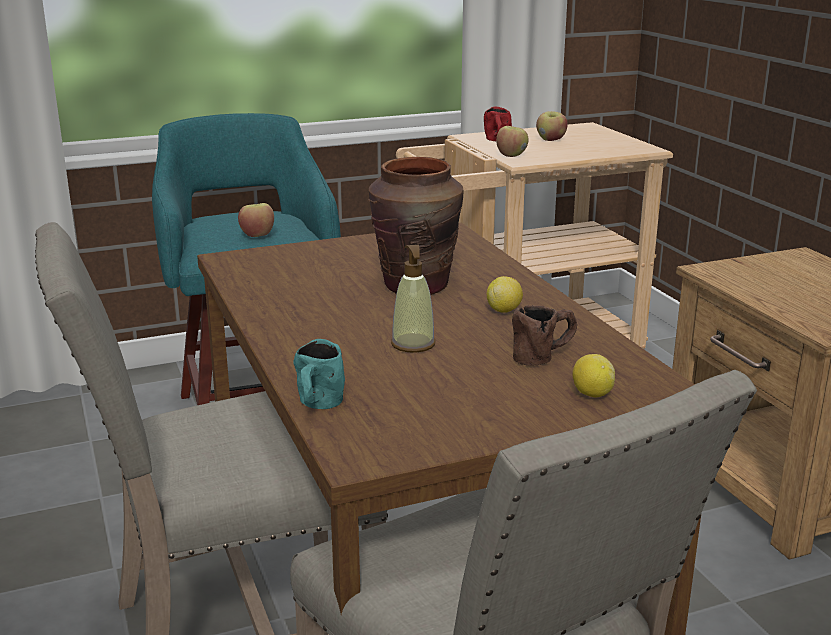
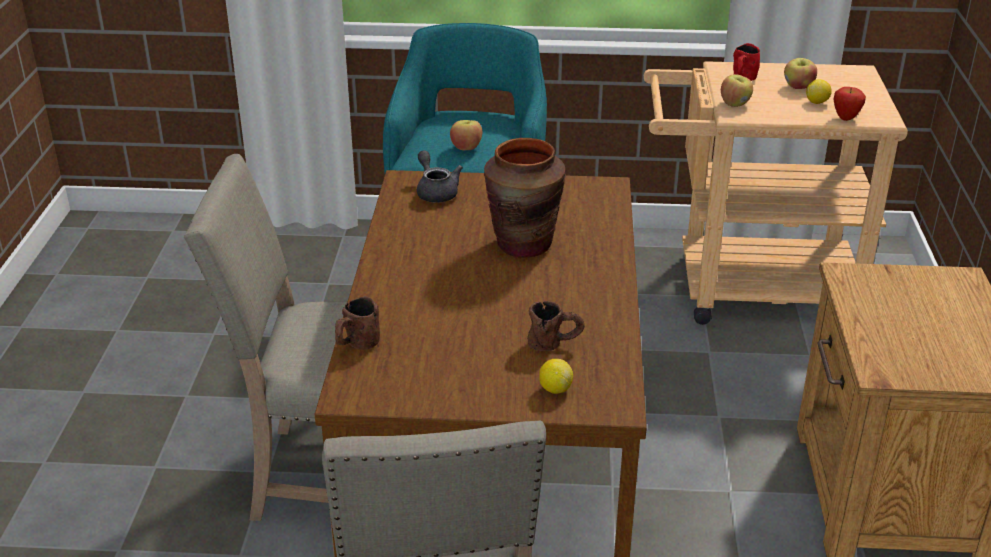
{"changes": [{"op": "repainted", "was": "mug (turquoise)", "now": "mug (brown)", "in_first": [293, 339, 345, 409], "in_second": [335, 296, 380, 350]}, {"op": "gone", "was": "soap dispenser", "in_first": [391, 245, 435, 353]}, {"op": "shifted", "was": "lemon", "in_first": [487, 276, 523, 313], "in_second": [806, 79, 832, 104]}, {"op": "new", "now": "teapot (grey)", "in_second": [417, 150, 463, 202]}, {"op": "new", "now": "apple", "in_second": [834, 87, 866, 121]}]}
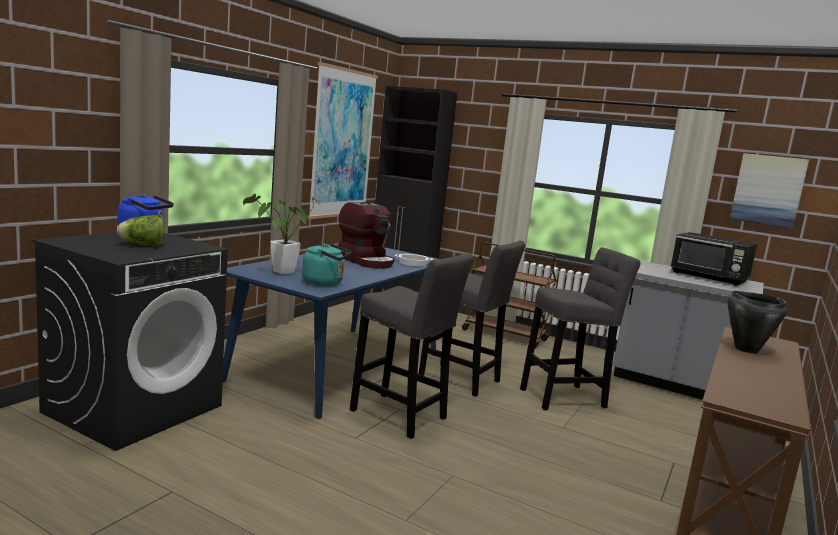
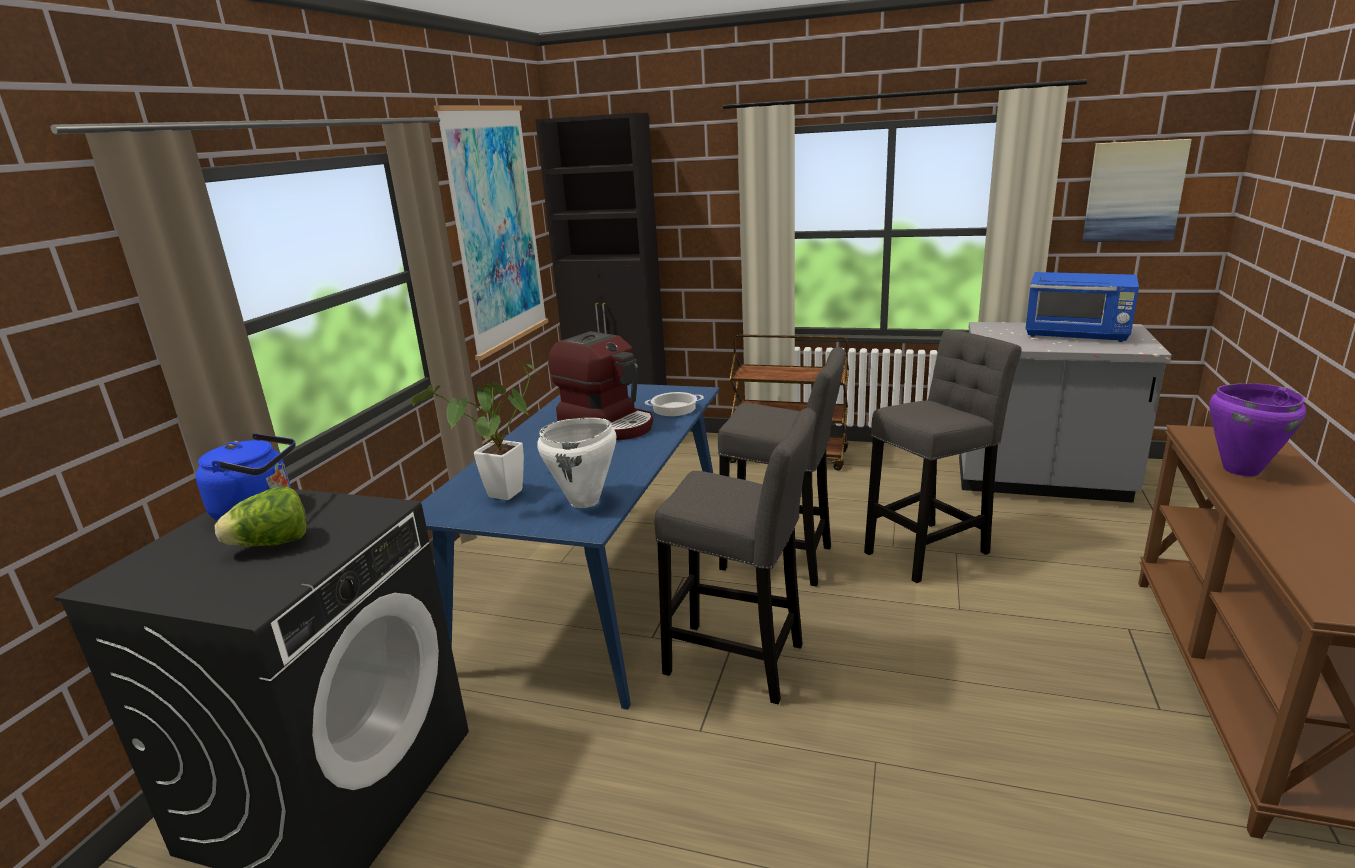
{"changes": [{"op": "swapped", "was": "kettle (turquoise)", "now": "cooking pot (white)", "in_first": [302, 244, 351, 286], "in_second": [537, 418, 616, 508]}, {"op": "repainted", "was": "microwave (black)", "now": "microwave (blue)", "in_first": [671, 232, 757, 286], "in_second": [1025, 272, 1139, 342]}, {"op": "repainted", "was": "cooking pot (black)", "now": "cooking pot (purple)", "in_first": [727, 291, 787, 354], "in_second": [1209, 383, 1306, 477]}]}
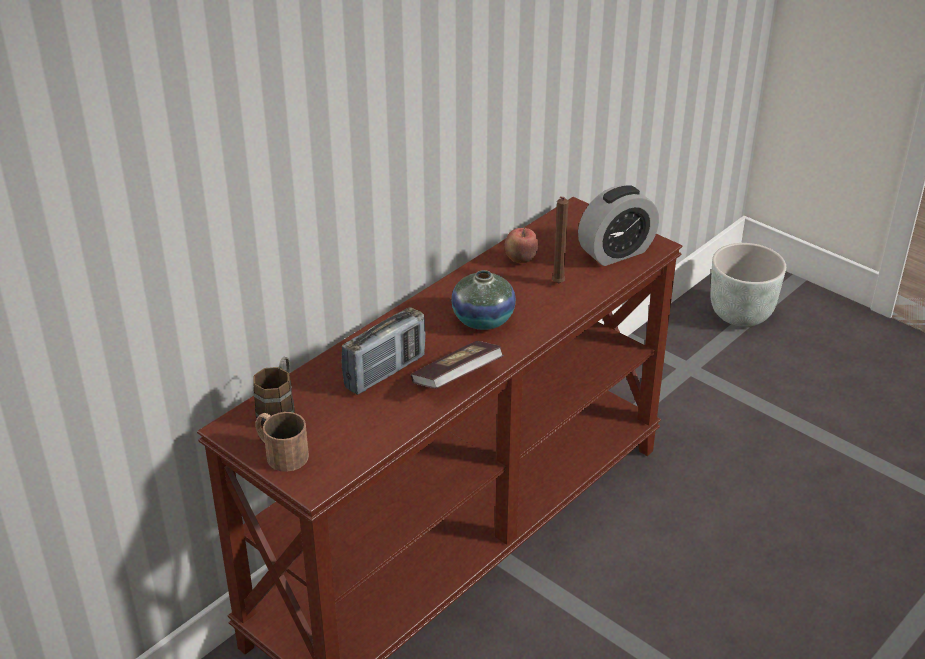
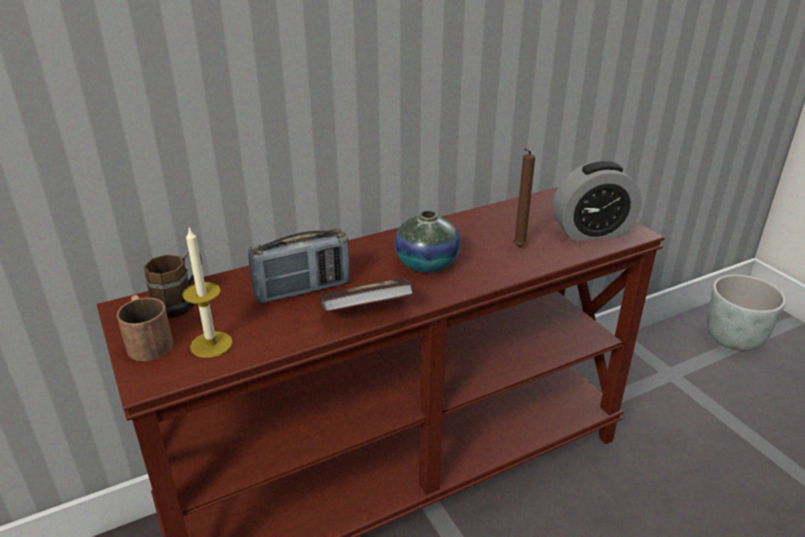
{"changes": [{"op": "gone", "was": "apple", "in_first": [505, 227, 538, 263]}, {"op": "new", "now": "candle", "in_second": [182, 226, 233, 358]}]}
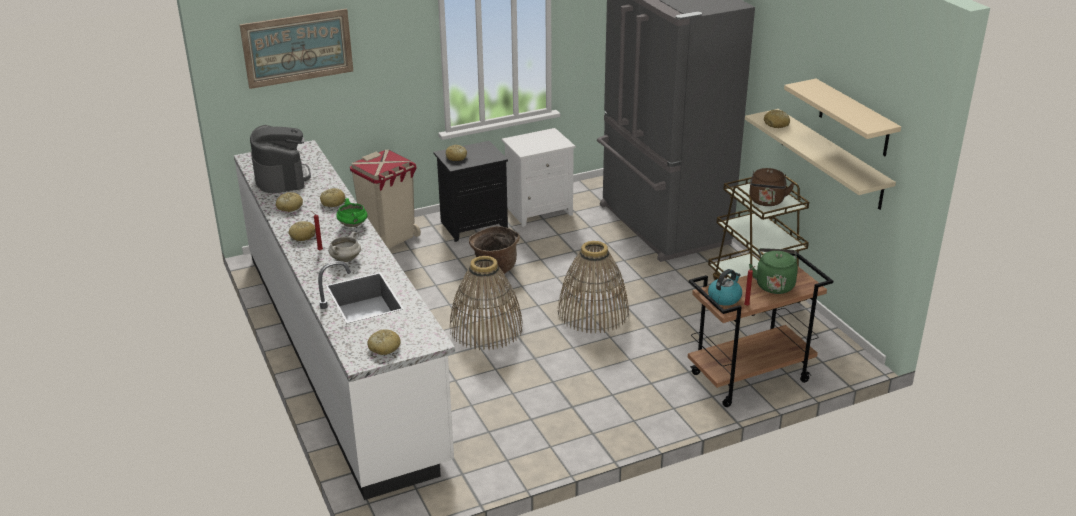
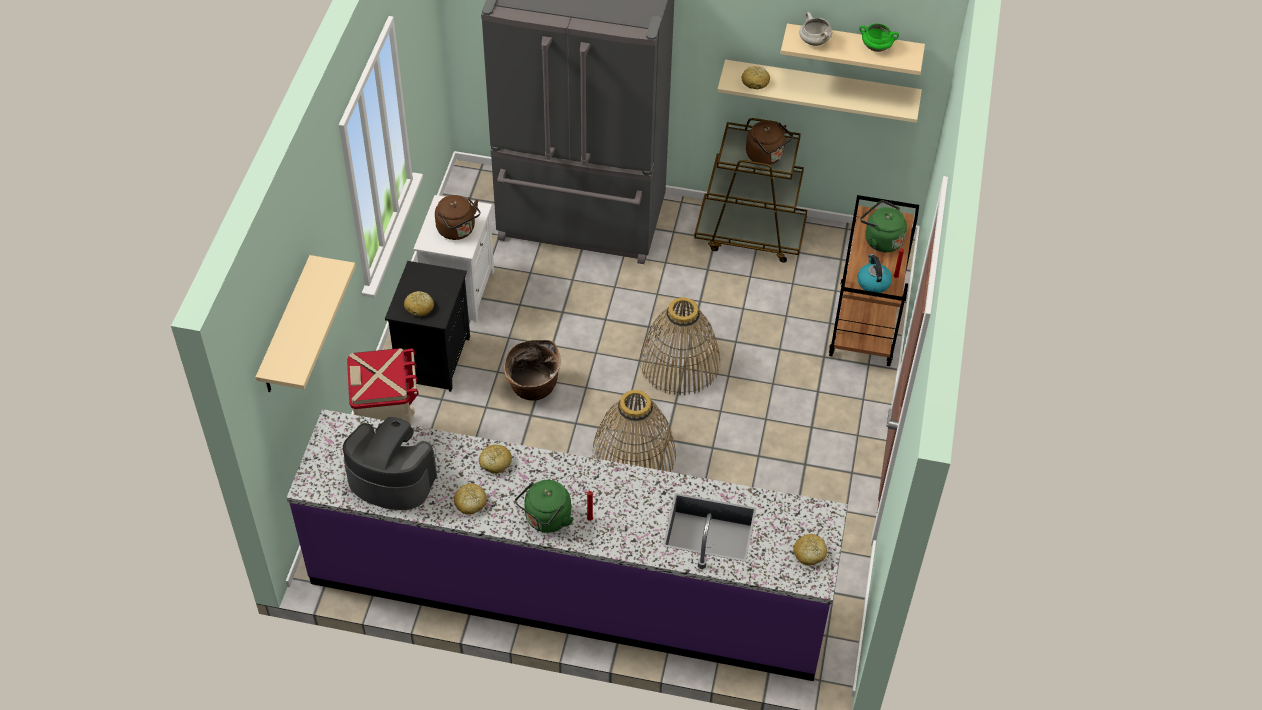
{"changes": [{"op": "repainted", "was": "counter (white)", "now": "counter (purple)", "in_first": [234, 140, 455, 500], "in_second": [286, 409, 848, 681]}, {"op": "swapped", "was": "picture", "now": "shelf (beige)", "in_first": [240, 9, 353, 89], "in_second": [256, 255, 356, 392]}, {"op": "swapped", "was": "bread", "now": "kettle (green)", "in_first": [289, 221, 316, 241], "in_second": [515, 480, 574, 533]}, {"op": "shifted", "was": "cooking pot (white)", "in_first": [328, 232, 361, 262], "in_second": [799, 12, 832, 46]}, {"op": "shifted", "was": "cooking pot (green)", "in_first": [336, 198, 368, 227], "in_second": [859, 23, 899, 52]}, {"op": "new", "now": "kettle (brown)", "in_second": [435, 195, 480, 240]}]}
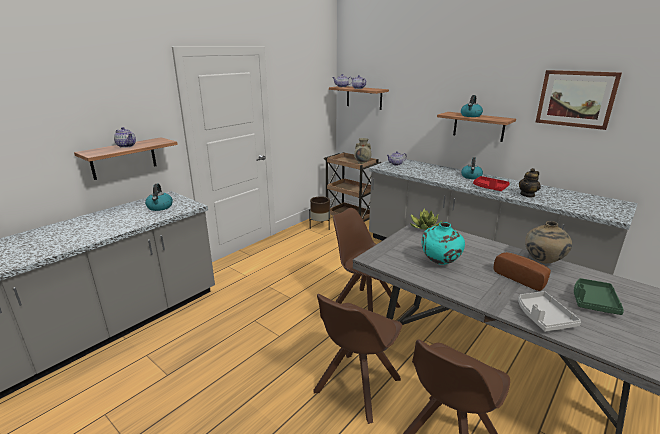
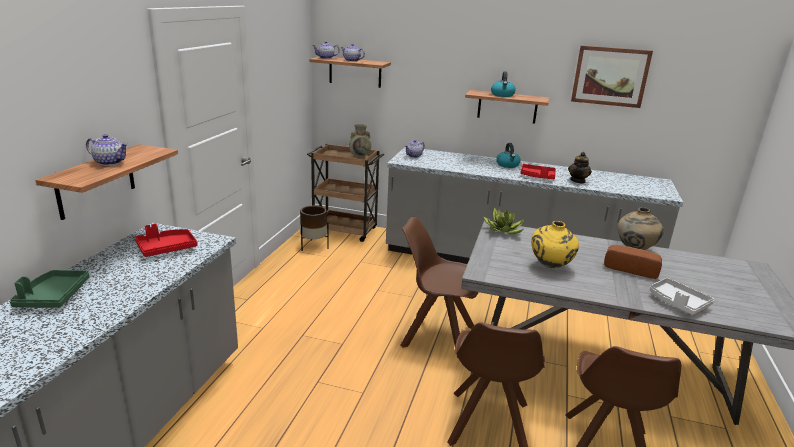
{"changes": [{"op": "swapped", "was": "kettle", "now": "tray (red)", "in_first": [145, 184, 173, 211], "in_second": [135, 224, 198, 257]}, {"op": "repainted", "was": "vase (turquoise)", "now": "vase (yellow)", "in_first": [421, 222, 465, 265], "in_second": [531, 221, 579, 268]}, {"op": "shifted", "was": "tray (green)", "in_first": [574, 278, 624, 315], "in_second": [10, 270, 89, 308]}]}
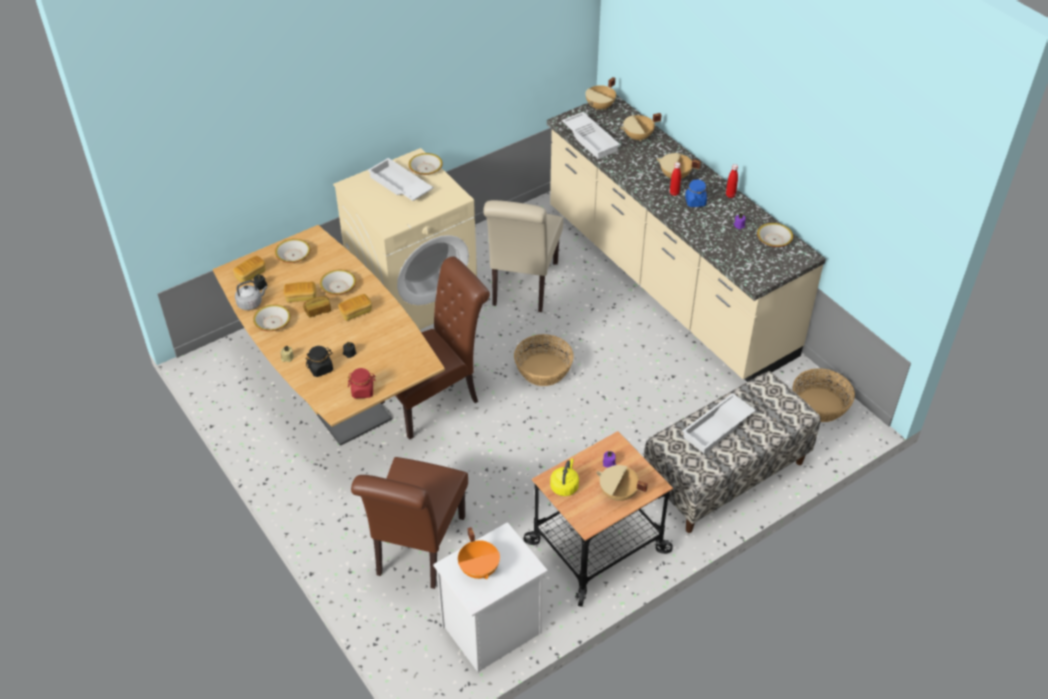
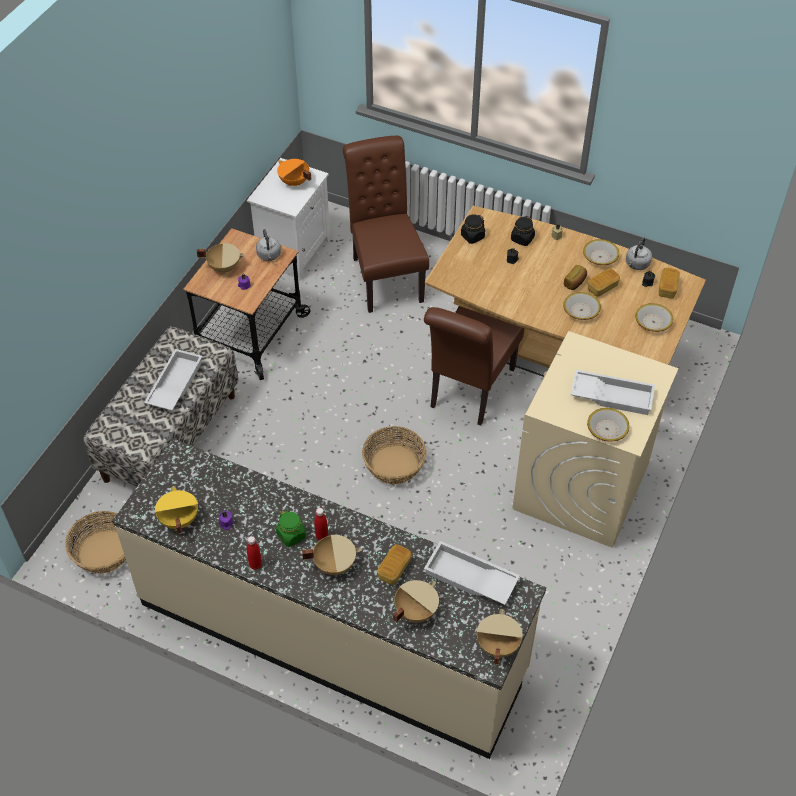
{"changes": [{"op": "shifted", "was": "bread", "in_first": [338, 294, 372, 321], "in_second": [377, 544, 411, 585]}, {"op": "repainted", "was": "jar (red)", "now": "jar (black)", "in_first": [348, 368, 376, 398], "in_second": [461, 215, 485, 244]}, {"op": "gone", "was": "chair (beige)", "in_first": [483, 200, 563, 312]}, {"op": "repainted", "was": "kettle (yellow)", "now": "kettle (grey)", "in_first": [550, 459, 579, 496], "in_second": [256, 229, 281, 261]}, {"op": "repainted", "was": "jar (blue)", "now": "jar (green)", "in_first": [685, 179, 707, 207], "in_second": [276, 510, 306, 547]}, {"op": "swapped", "was": "bowl", "now": "cooking pot (yellow)", "in_first": [757, 223, 793, 247], "in_second": [155, 486, 198, 534]}]}
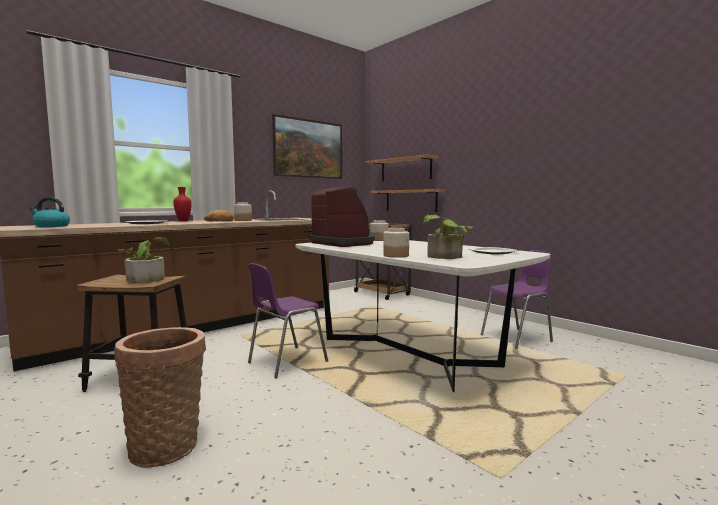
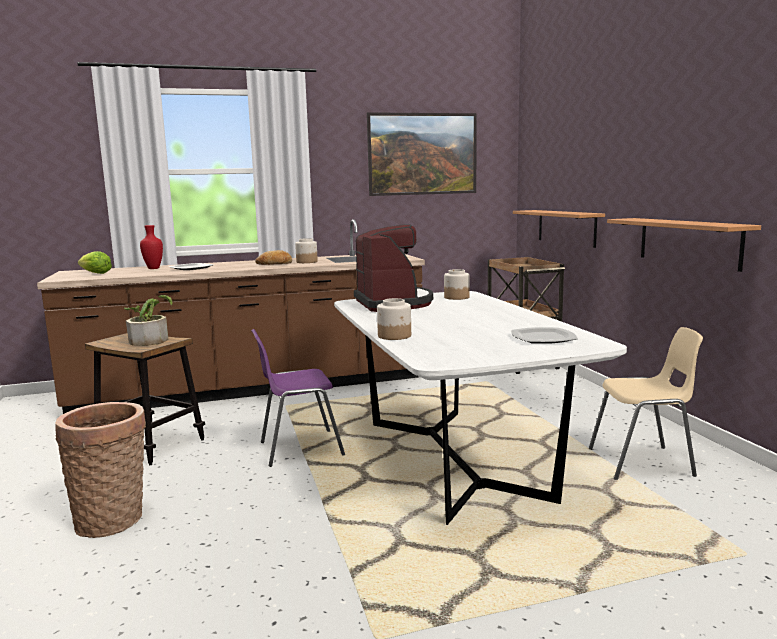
{"changes": [{"op": "swapped", "was": "kettle", "now": "lettuce", "in_first": [30, 197, 70, 227], "in_second": [78, 251, 112, 274]}, {"op": "shifted", "was": "vase (red)", "in_first": [173, 187, 192, 221], "in_second": [140, 225, 163, 269]}, {"op": "shifted", "was": "shelf", "in_first": [366, 154, 439, 182], "in_second": [607, 218, 761, 272]}, {"op": "gone", "was": "potted plant", "in_first": [423, 215, 473, 259]}, {"op": "repainted", "was": "chair (purple)", "now": "chair (beige)", "in_first": [481, 250, 553, 349], "in_second": [589, 327, 703, 480]}]}
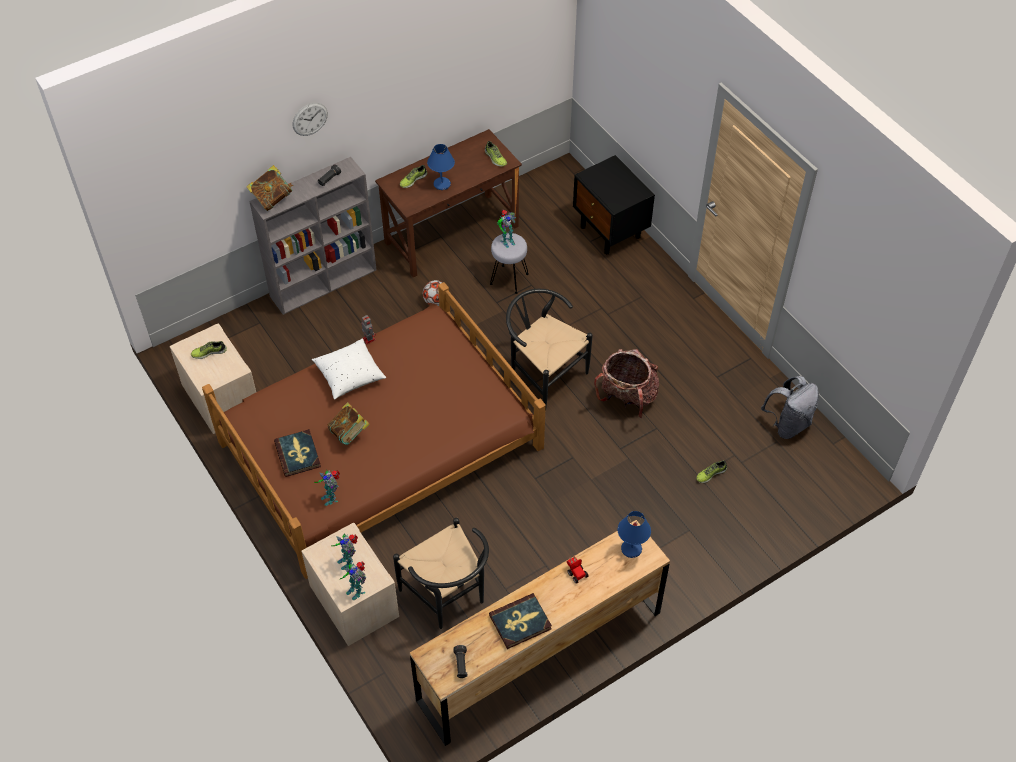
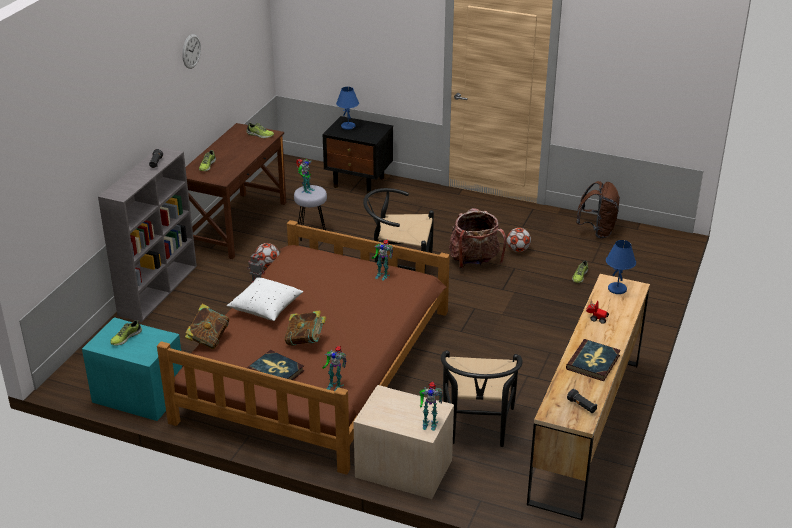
{"changes": [{"op": "repainted", "was": "nightstand (beige)", "now": "nightstand (turquoise)", "in_first": [170, 323, 256, 434], "in_second": [82, 318, 182, 421]}, {"op": "shifted", "was": "book", "in_first": [246, 165, 294, 211], "in_second": [185, 304, 229, 349]}, {"op": "shifted", "was": "wall clock", "in_first": [293, 103, 328, 136], "in_second": [182, 34, 201, 69]}, {"op": "shifted", "was": "toy robot", "in_first": [331, 534, 358, 570], "in_second": [372, 240, 393, 280]}, {"op": "rotated", "was": "chair (black)", "in_first": [393, 518, 489, 629], "in_second": [441, 350, 523, 447], "clockwise": 75}, {"op": "shifted", "was": "table lamp (blue)", "in_first": [427, 144, 455, 190], "in_second": [336, 87, 359, 130]}, {"op": "repainted", "was": "backpack (grey)", "now": "backpack (brown)", "in_first": [761, 376, 819, 439], "in_second": [576, 181, 620, 239]}, {"op": "new", "now": "football", "in_second": [507, 228, 531, 252]}]}
